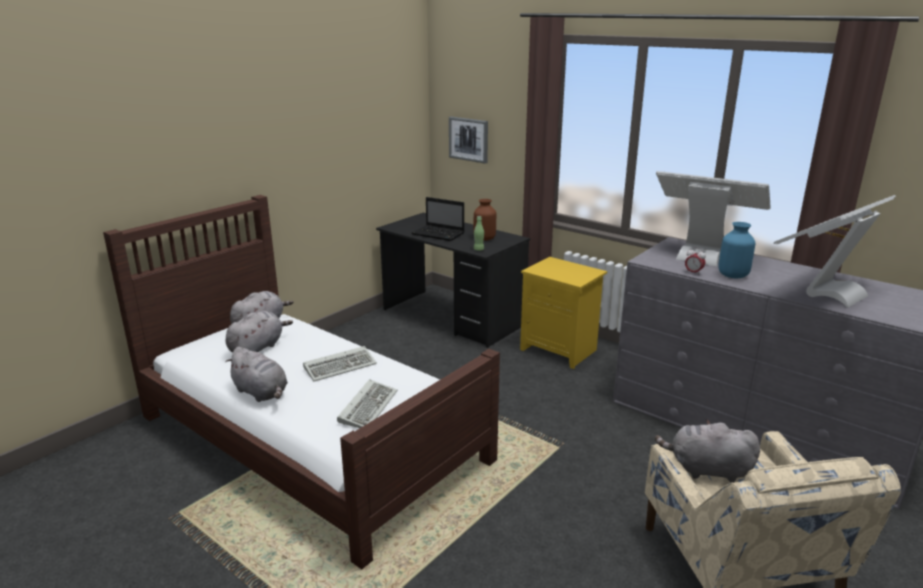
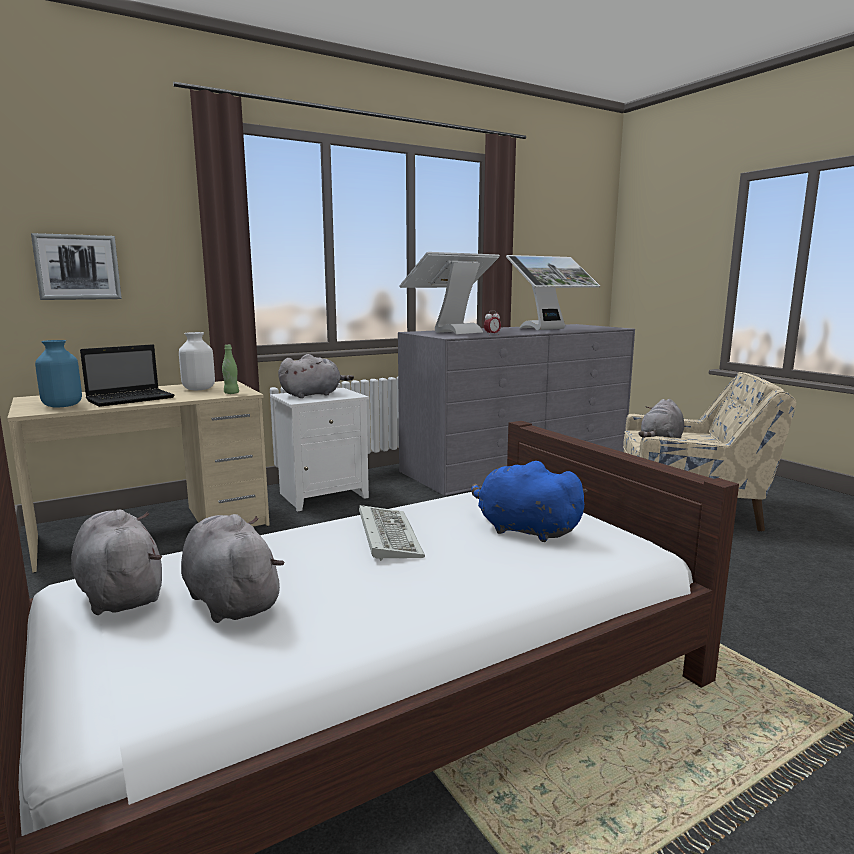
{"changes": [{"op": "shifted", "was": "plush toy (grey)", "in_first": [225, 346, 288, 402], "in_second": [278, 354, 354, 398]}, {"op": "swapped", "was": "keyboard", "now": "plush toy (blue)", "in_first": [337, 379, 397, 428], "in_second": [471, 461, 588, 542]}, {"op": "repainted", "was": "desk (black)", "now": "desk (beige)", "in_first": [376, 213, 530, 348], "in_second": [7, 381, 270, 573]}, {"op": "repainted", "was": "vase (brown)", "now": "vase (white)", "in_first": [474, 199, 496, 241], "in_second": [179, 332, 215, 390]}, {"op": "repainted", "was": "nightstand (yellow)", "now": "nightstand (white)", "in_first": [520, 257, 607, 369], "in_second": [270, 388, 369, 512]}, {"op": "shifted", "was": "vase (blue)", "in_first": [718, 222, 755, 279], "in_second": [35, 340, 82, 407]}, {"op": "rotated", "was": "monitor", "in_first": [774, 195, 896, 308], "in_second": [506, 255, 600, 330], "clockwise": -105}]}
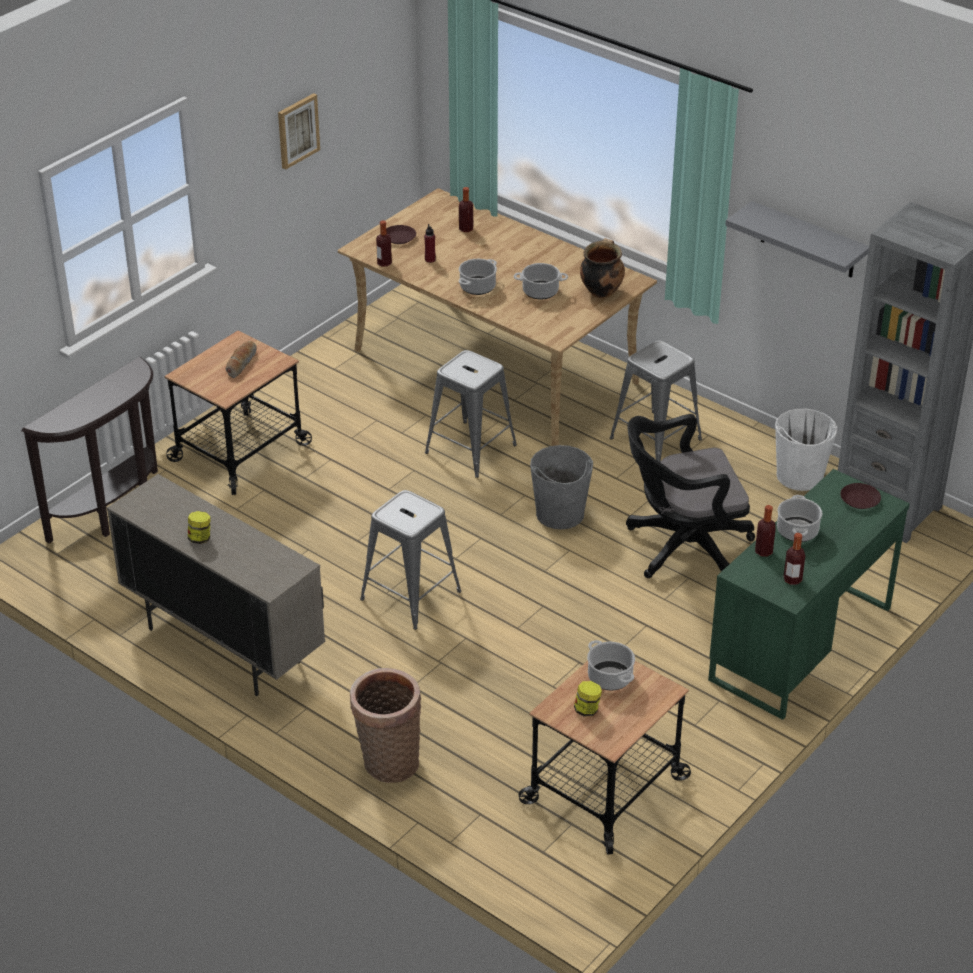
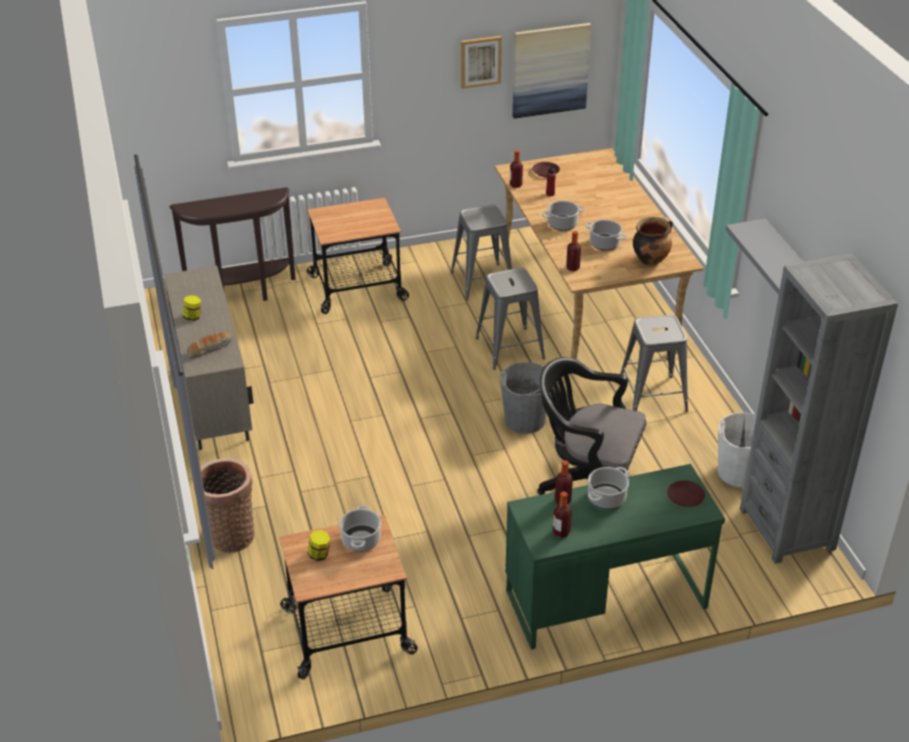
{"changes": [{"op": "shifted", "was": "bread", "in_first": [226, 341, 256, 378], "in_second": [187, 332, 232, 359]}, {"op": "shifted", "was": "stool (grey)", "in_first": [360, 490, 461, 630], "in_second": [451, 205, 514, 300]}, {"op": "shifted", "was": "bottle", "in_first": [459, 187, 473, 232], "in_second": [566, 231, 581, 271]}, {"op": "new", "now": "picture", "in_second": [512, 23, 591, 119]}]}
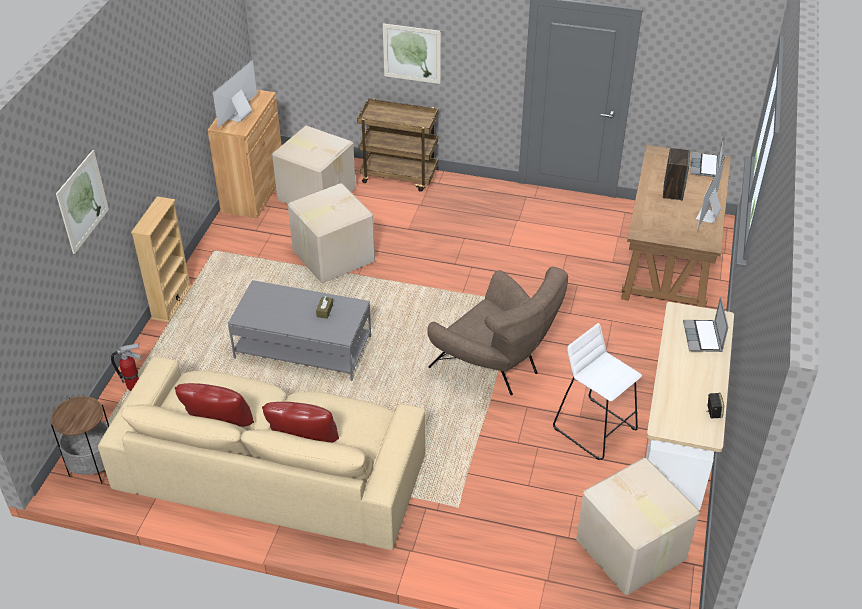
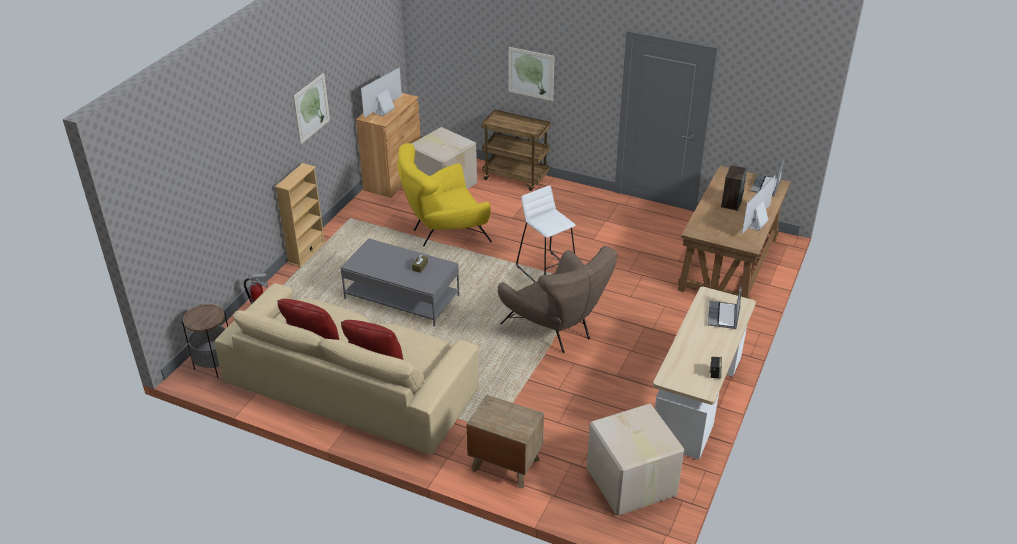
{"changes": [{"op": "shifted", "was": "picture", "in_first": [56, 150, 109, 254], "in_second": [293, 73, 330, 144]}, {"op": "swapped", "was": "cardboard box", "now": "armchair (yellow)", "in_first": [288, 183, 375, 283], "in_second": [397, 143, 492, 246]}, {"op": "shifted", "was": "stool (white)", "in_first": [553, 323, 642, 460], "in_second": [516, 185, 576, 282]}, {"op": "new", "now": "nightstand (brown)", "in_second": [466, 394, 544, 488]}]}
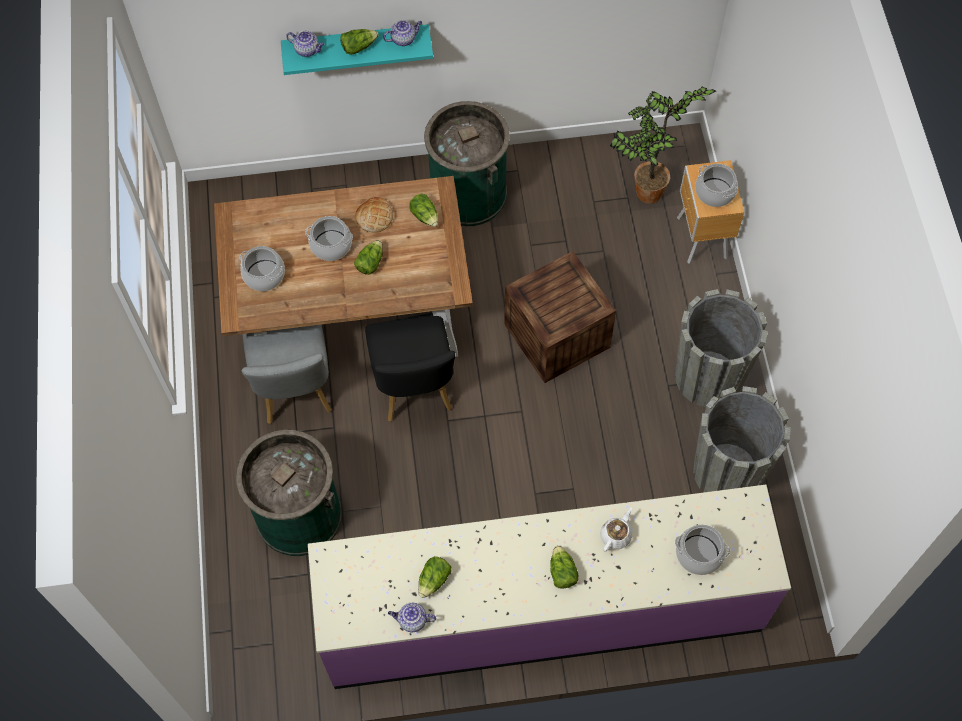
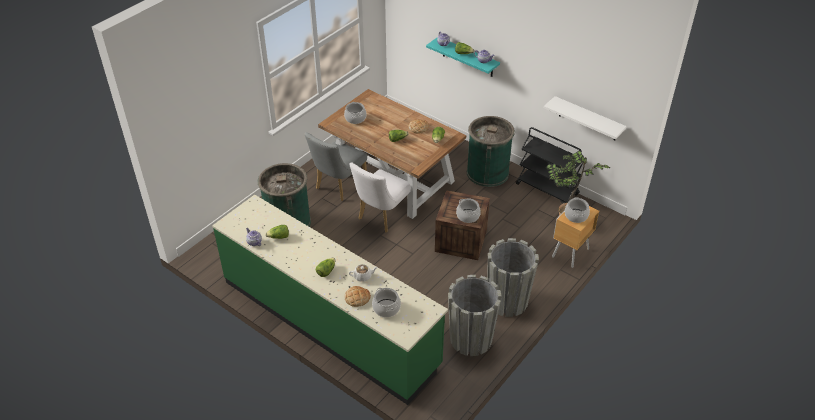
{"changes": [{"op": "shifted", "was": "cooking pot", "in_first": [305, 216, 353, 261], "in_second": [456, 198, 481, 223]}, {"op": "repainted", "was": "counter (purple)", "now": "counter (green)", "in_first": [308, 485, 791, 689], "in_second": [212, 195, 448, 405]}, {"op": "repainted", "was": "chair (black)", "now": "chair (white)", "in_first": [365, 313, 455, 421], "in_second": [349, 162, 411, 233]}, {"op": "new", "now": "bread", "in_second": [344, 286, 371, 307]}, {"op": "new", "now": "cart (black)", "in_second": [516, 127, 583, 204]}, {"op": "new", "now": "shelf (white)", "in_second": [544, 96, 627, 140]}]}
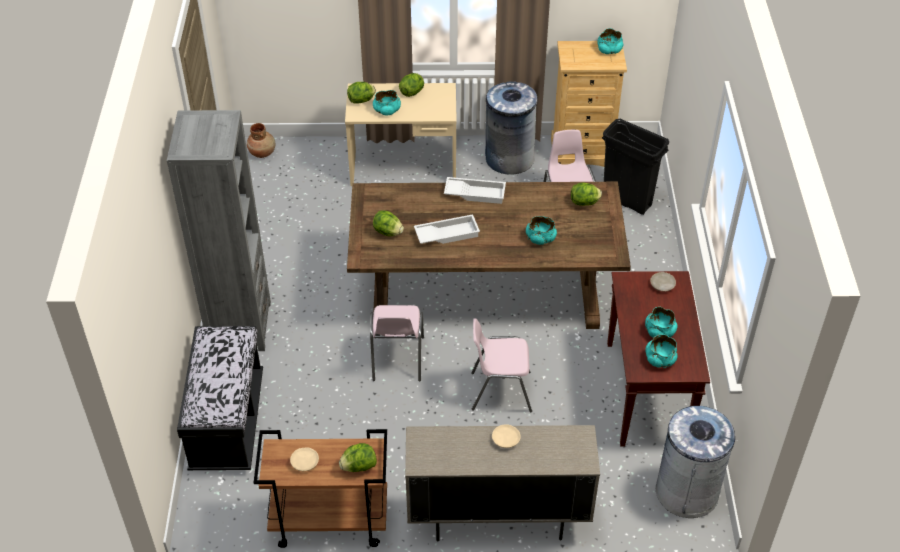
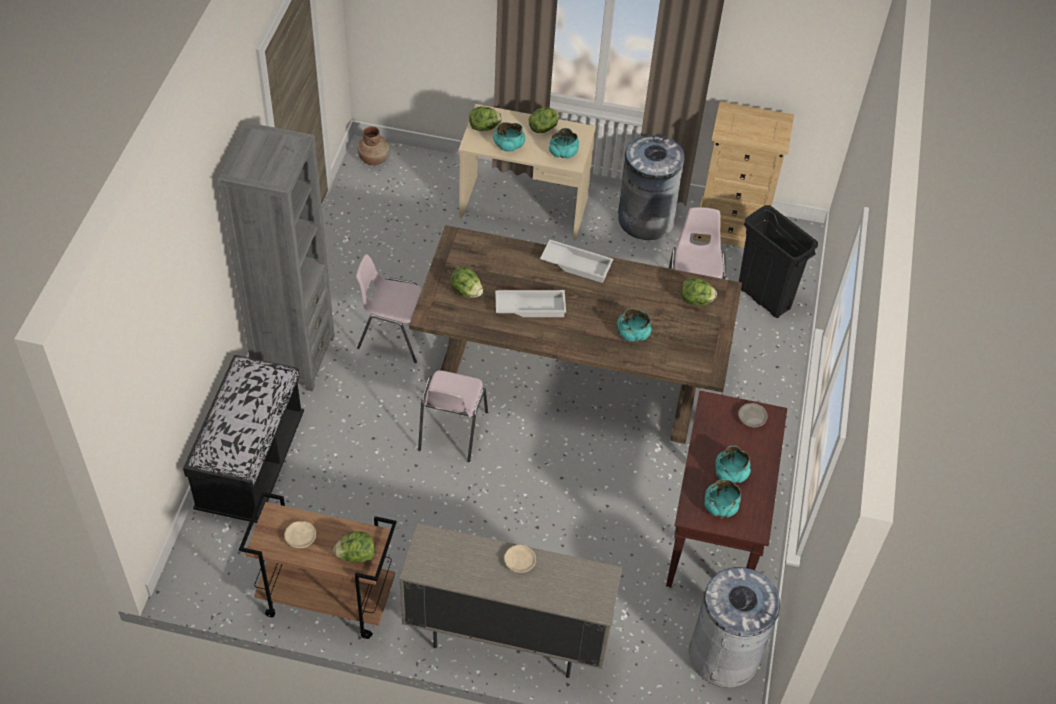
{"changes": [{"op": "shifted", "was": "chair (pink)", "in_first": [471, 318, 532, 412], "in_second": [356, 254, 422, 363]}, {"op": "shifted", "was": "bowl (turquoise)", "in_first": [597, 28, 623, 54], "in_second": [549, 128, 579, 158]}]}
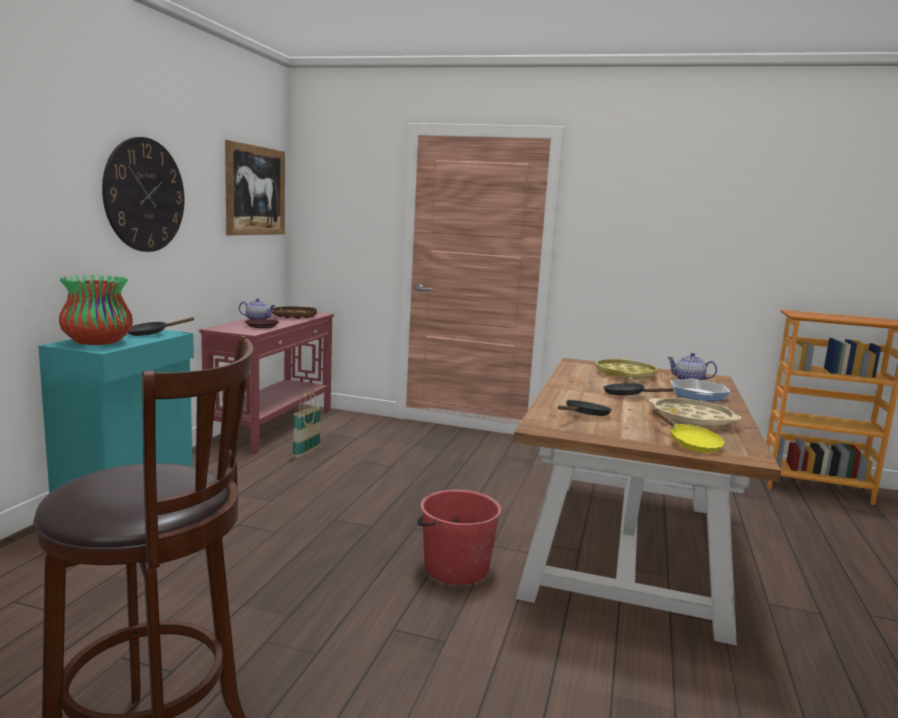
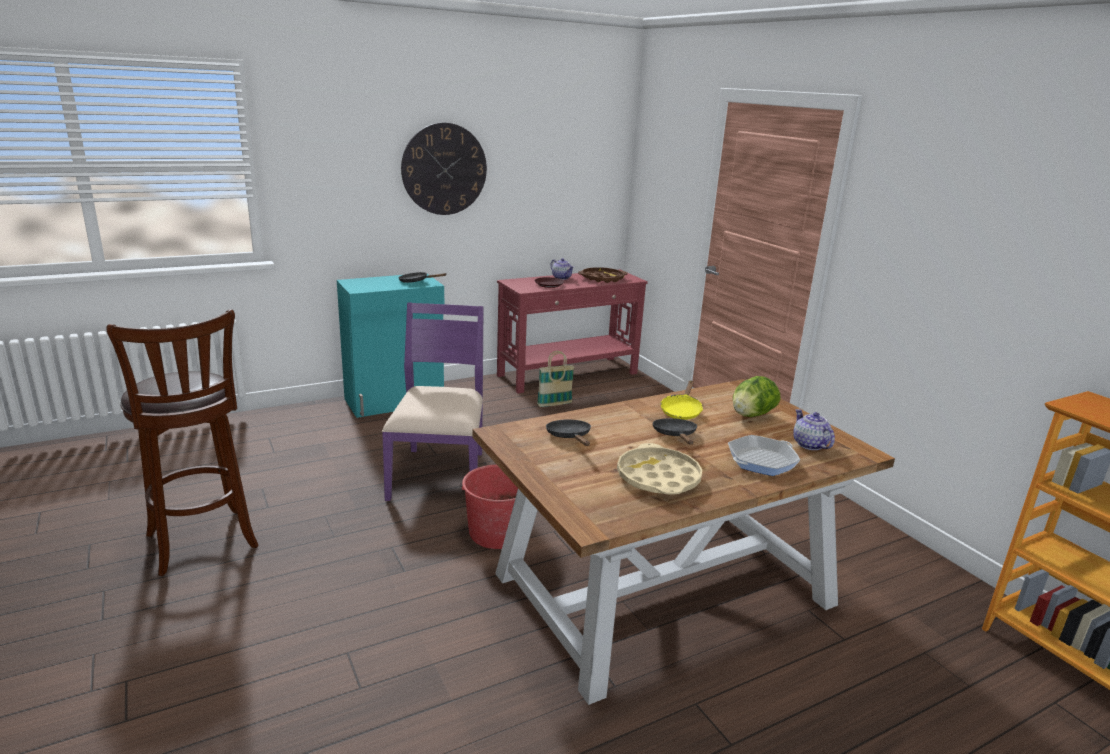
{"changes": [{"op": "gone", "was": "vase", "in_first": [59, 275, 133, 345]}, {"op": "gone", "was": "picture", "in_first": [225, 140, 285, 235]}, {"op": "rotated", "was": "frying pan (black)", "in_first": [558, 400, 612, 416], "in_second": [546, 420, 591, 446], "clockwise": -105}, {"op": "swapped", "was": "tray (yellow)", "now": "lettuce", "in_first": [595, 358, 657, 380], "in_second": [733, 376, 780, 417]}, {"op": "shifted", "was": "frying pan (yellow)", "in_first": [653, 409, 724, 453], "in_second": [660, 381, 703, 420]}, {"op": "new", "now": "chair (purple)", "in_second": [382, 302, 484, 501]}]}
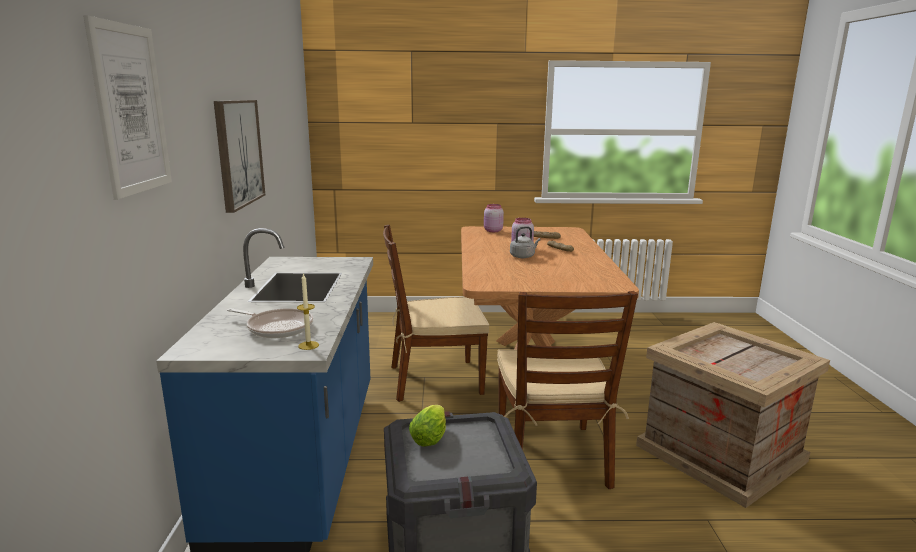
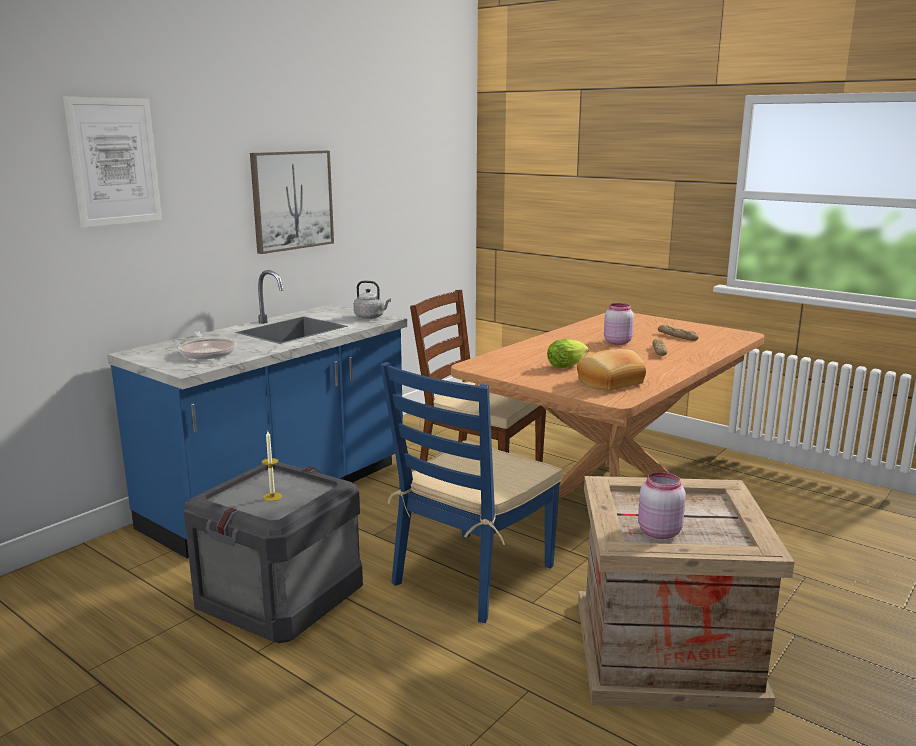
{"changes": [{"op": "shifted", "was": "candle", "in_first": [297, 273, 319, 350], "in_second": [262, 431, 282, 501]}, {"op": "shifted", "was": "lettuce", "in_first": [409, 405, 446, 446], "in_second": [547, 339, 589, 368]}, {"op": "shifted", "was": "jar (pink)", "in_first": [484, 204, 504, 232], "in_second": [638, 472, 686, 539]}, {"op": "repainted", "was": "chair (brown)", "now": "chair (blue)", "in_first": [497, 291, 638, 489], "in_second": [380, 362, 562, 623]}, {"op": "shifted", "was": "kettle (grey)", "in_first": [510, 226, 541, 258], "in_second": [354, 281, 391, 319]}, {"op": "new", "now": "bread", "in_second": [577, 349, 646, 391]}]}
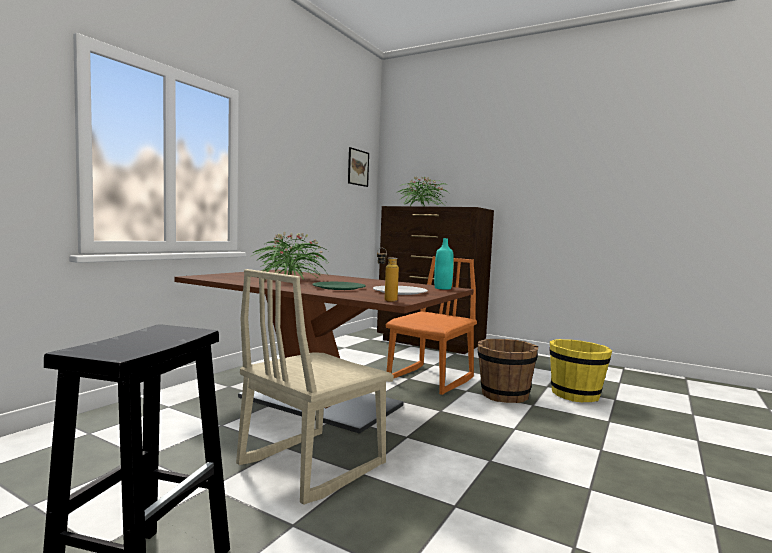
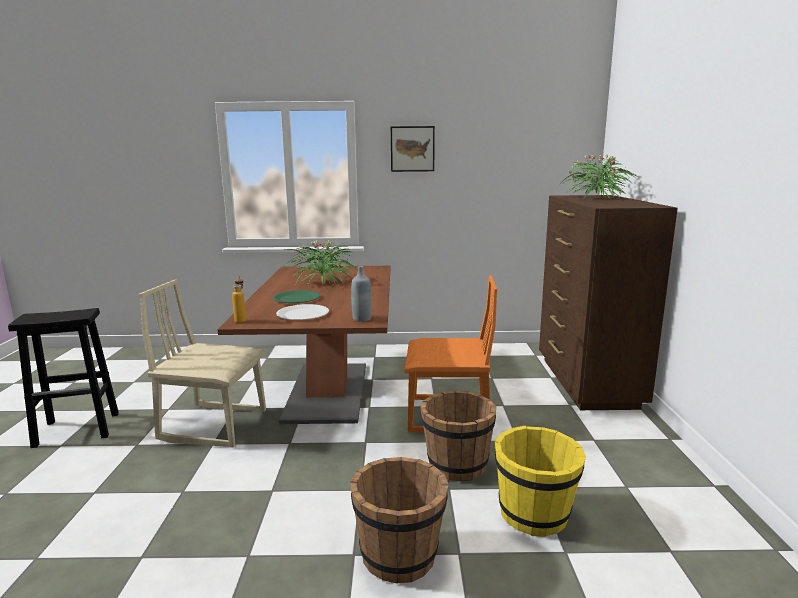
{"changes": [{"op": "shifted", "was": "picture", "in_first": [348, 147, 369, 187], "in_second": [391, 126, 435, 172]}, {"op": "repainted", "was": "bottle (turquoise)", "now": "bottle (grey)", "in_first": [434, 238, 454, 290], "in_second": [351, 266, 372, 322]}, {"op": "new", "now": "bucket (brown)", "in_second": [350, 457, 449, 583]}]}
